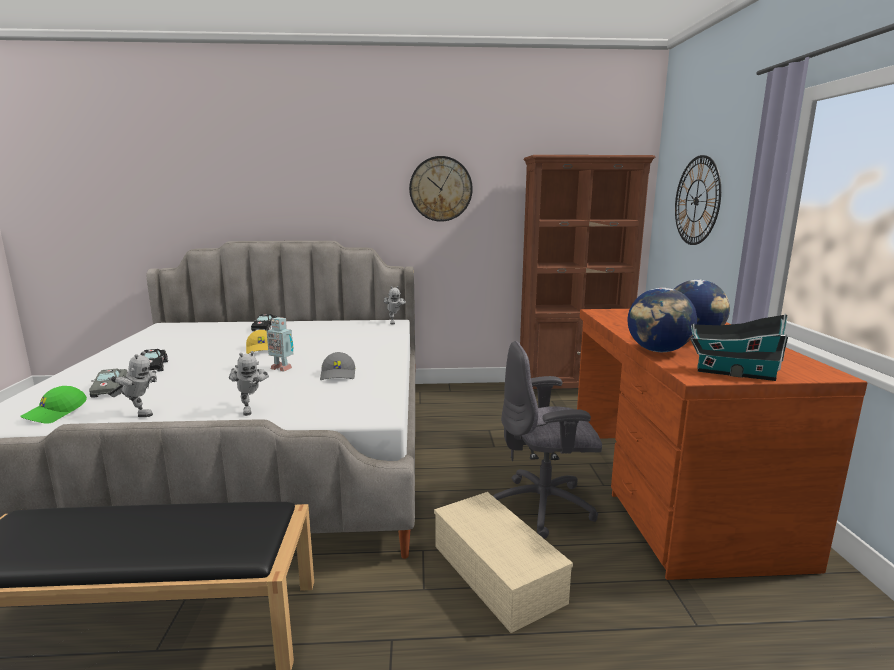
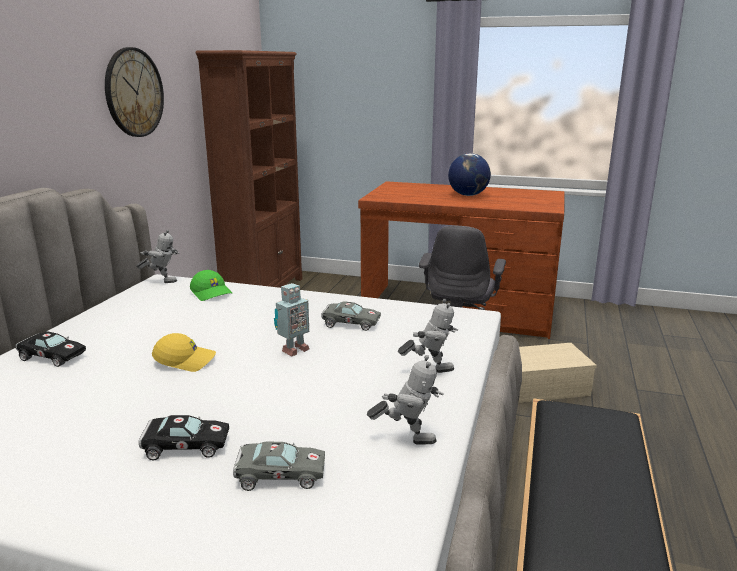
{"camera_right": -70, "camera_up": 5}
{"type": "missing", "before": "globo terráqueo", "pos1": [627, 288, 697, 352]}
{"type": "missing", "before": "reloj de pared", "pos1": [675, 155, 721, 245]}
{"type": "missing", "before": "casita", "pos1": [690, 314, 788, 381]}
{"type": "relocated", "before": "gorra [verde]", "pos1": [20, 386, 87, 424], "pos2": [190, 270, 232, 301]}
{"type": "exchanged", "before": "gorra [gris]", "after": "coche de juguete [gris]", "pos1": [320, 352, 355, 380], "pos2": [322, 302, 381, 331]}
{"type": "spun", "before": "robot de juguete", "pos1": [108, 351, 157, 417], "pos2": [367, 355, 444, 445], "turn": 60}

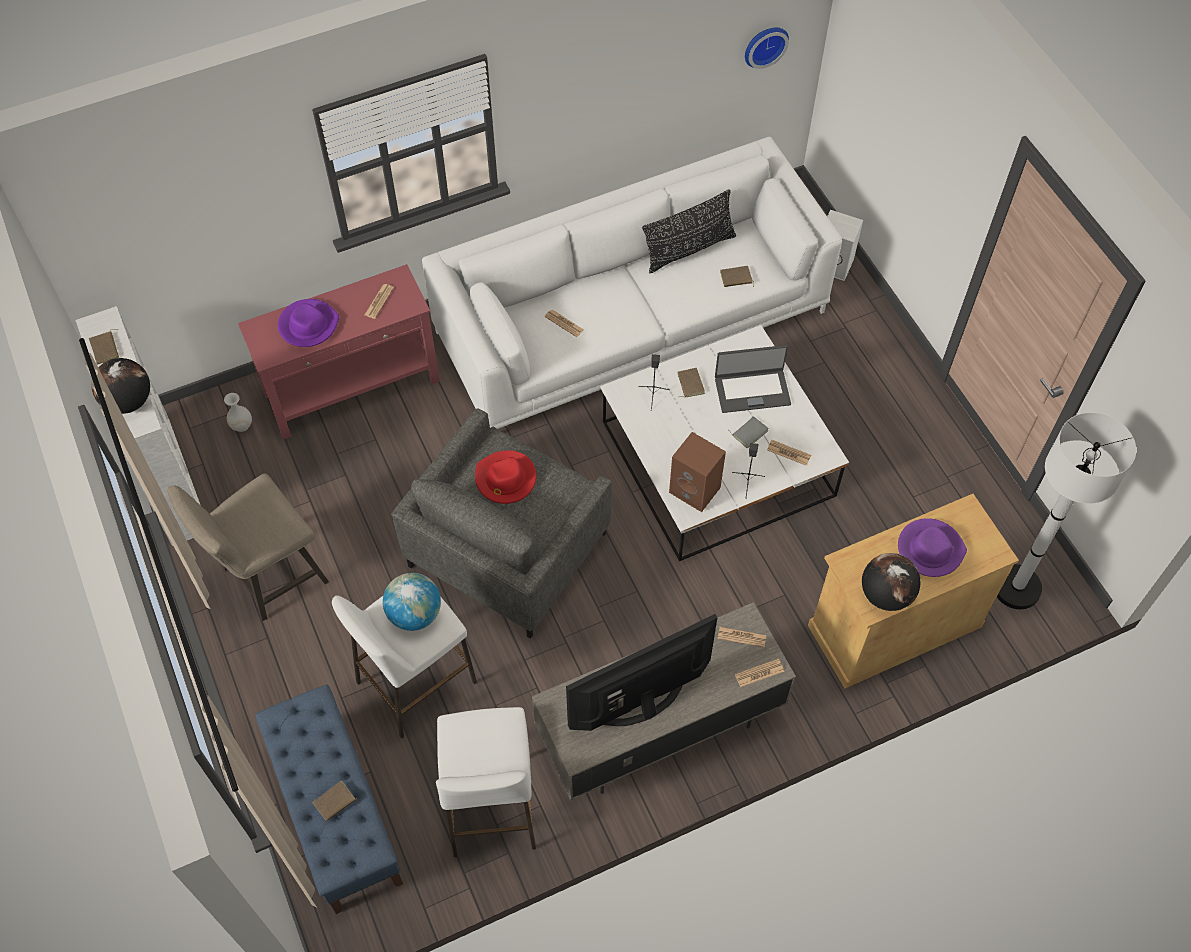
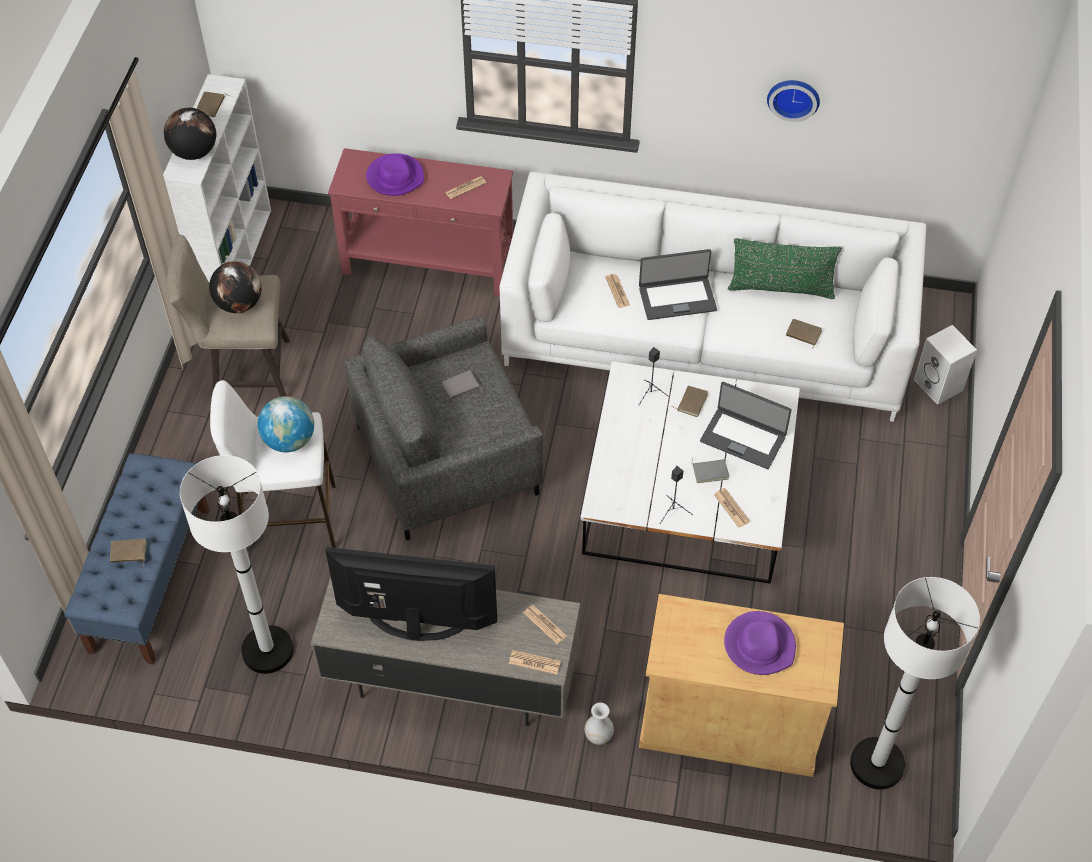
{"camera_right": 35, "camera_up": -5}
{"type": "missing", "before": "altavoz [marrón]", "pos1": [669, 432, 726, 512]}
{"type": "appeared", "after": "portátil", "pos2": [639, 249, 717, 320]}
{"type": "relocated", "before": "florero [blanco]", "pos1": [224, 393, 252, 432], "pos2": [585, 702, 614, 745]}
{"type": "relocated", "before": "reloj de pared", "pos1": [745, 27, 789, 69], "pos2": [767, 80, 820, 122]}
{"type": "relocated", "before": "globo terráqueo", "pos1": [862, 553, 920, 611], "pos2": [209, 261, 262, 313]}
{"type": "exchanged", "before": "taburete [blanco]", "after": "lámpara de pie [blanco]", "pos1": [436, 707, 536, 857], "pos2": [180, 455, 294, 674]}
{"type": "exchanged", "before": "sombrero [rojo]", "after": "libro [gris]", "pos1": [475, 450, 536, 504], "pos2": [442, 370, 482, 399]}
{"type": "colour", "before": "cojín [negro]", "after": "cojín [verde]", "pos1": [642, 189, 736, 273], "pos2": [728, 238, 842, 299]}

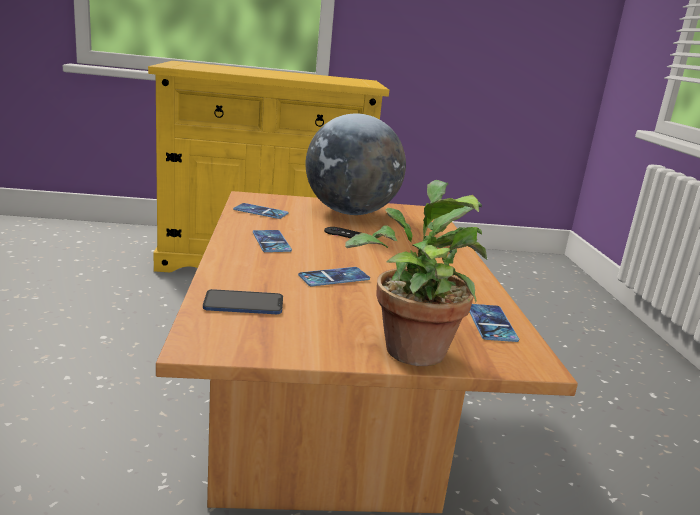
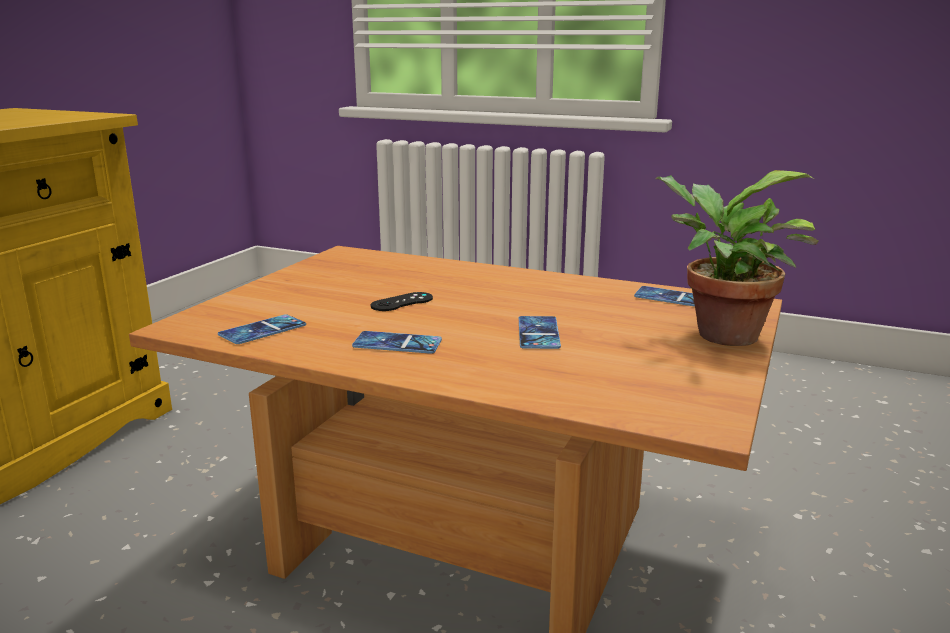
{"camera_right": -60, "camera_up": 0}
{"type": "missing", "before": "móvil", "pos1": [203, 289, 283, 314]}
{"type": "missing", "before": "globo terráqueo", "pos1": [306, 114, 406, 215]}

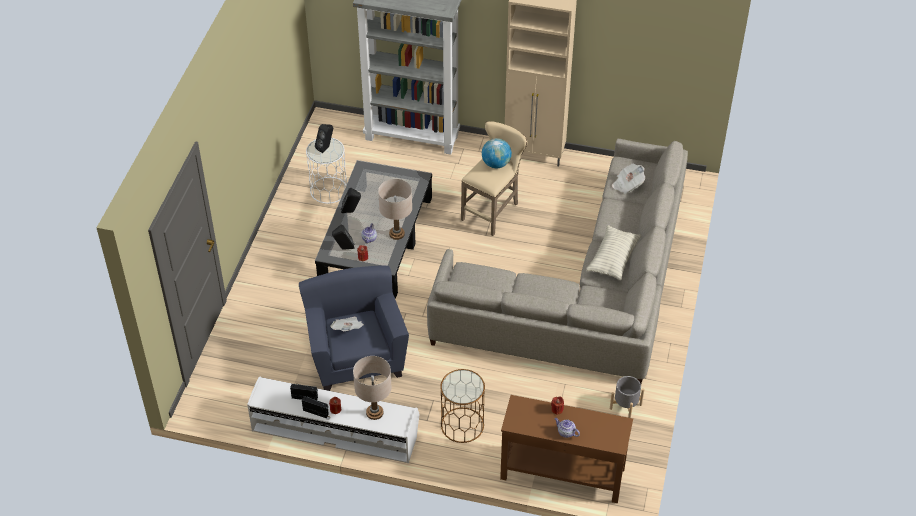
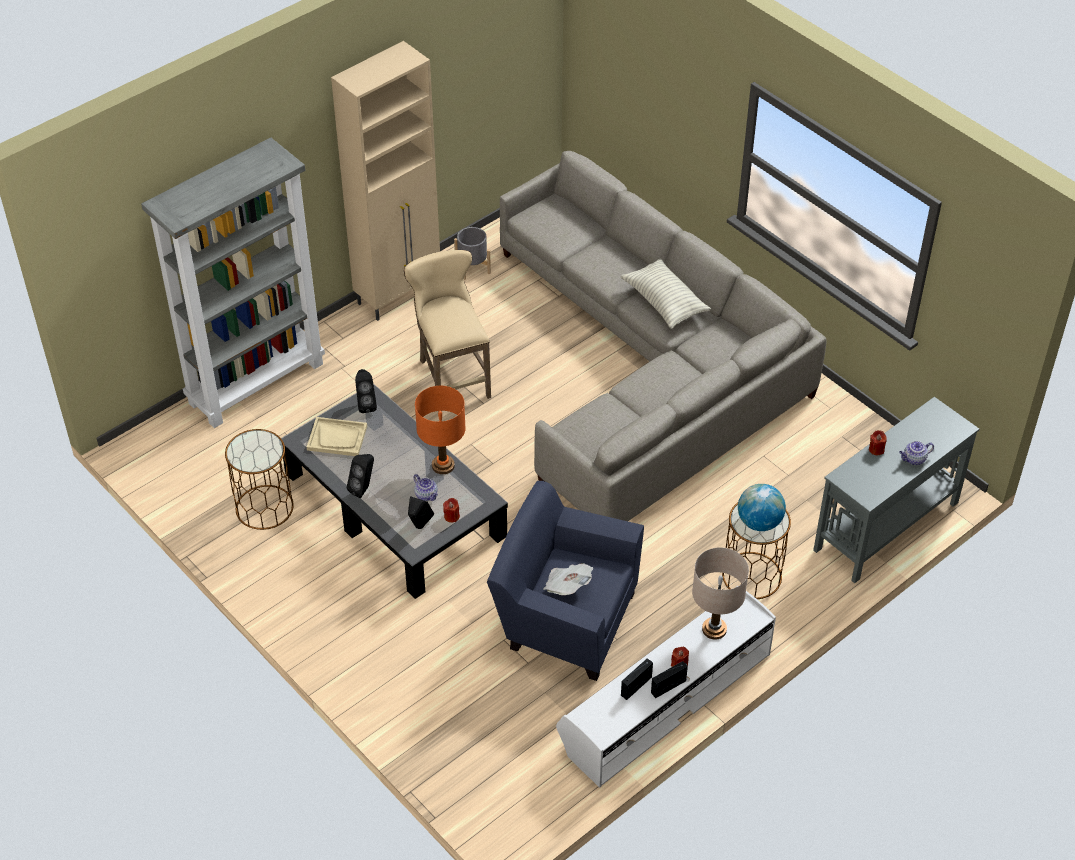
{"camera_right": -55, "camera_up": 0}
{"type": "missing", "before": "periódico", "pos1": [612, 163, 645, 194]}
{"type": "appeared", "after": "bandeja [beis]", "pos2": [307, 417, 367, 456]}
{"type": "relocated", "before": "altavoz [negro]", "pos1": [315, 124, 333, 153], "pos2": [355, 369, 377, 413]}
{"type": "relocated", "before": "globo terráqueo", "pos1": [482, 138, 512, 168], "pos2": [738, 484, 786, 531]}
{"type": "relocated", "before": "maceta [gris]", "pos1": [610, 376, 645, 418], "pos2": [454, 227, 491, 280]}
{"type": "colour", "before": "mesa auxiliar [blanco]", "after": "mesa auxiliar [marrón]", "pos1": [306, 138, 347, 204], "pos2": [225, 429, 294, 530]}
{"type": "colour", "before": "lámpara de mesa [beis]", "after": "lámpara de mesa [naranja]", "pos1": [378, 179, 412, 240], "pos2": [415, 386, 466, 474]}
{"type": "colour", "before": "mesa consola [marrón]", "after": "mesa consola [gris]", "pos1": [500, 395, 633, 503], "pos2": [813, 397, 979, 583]}

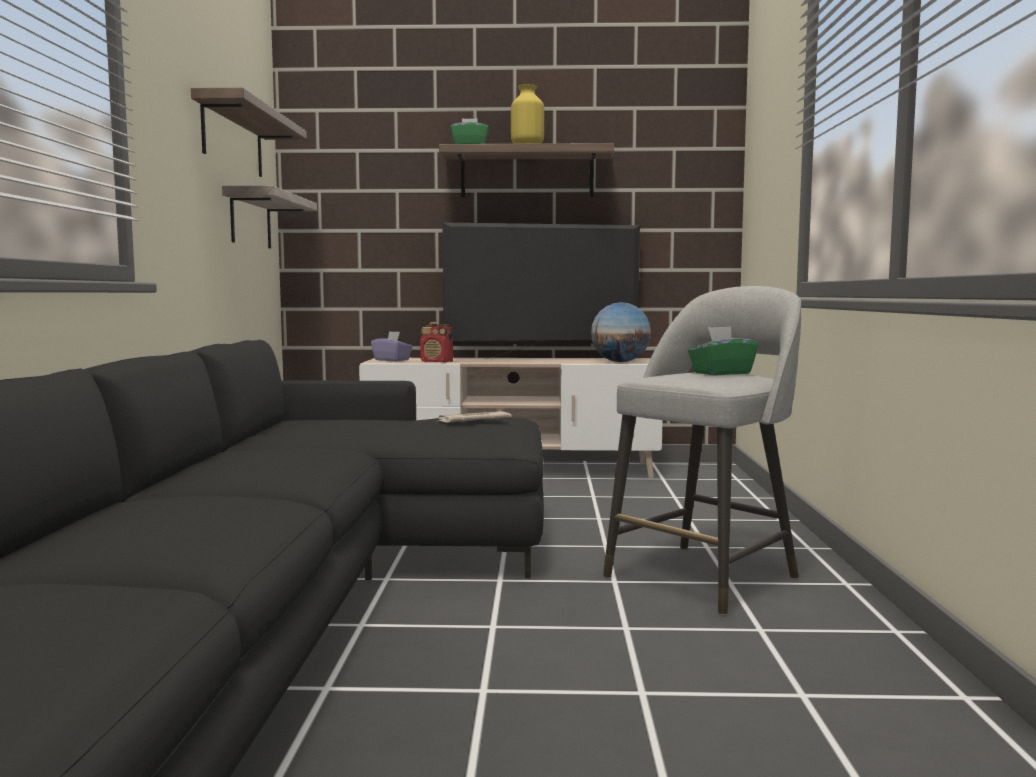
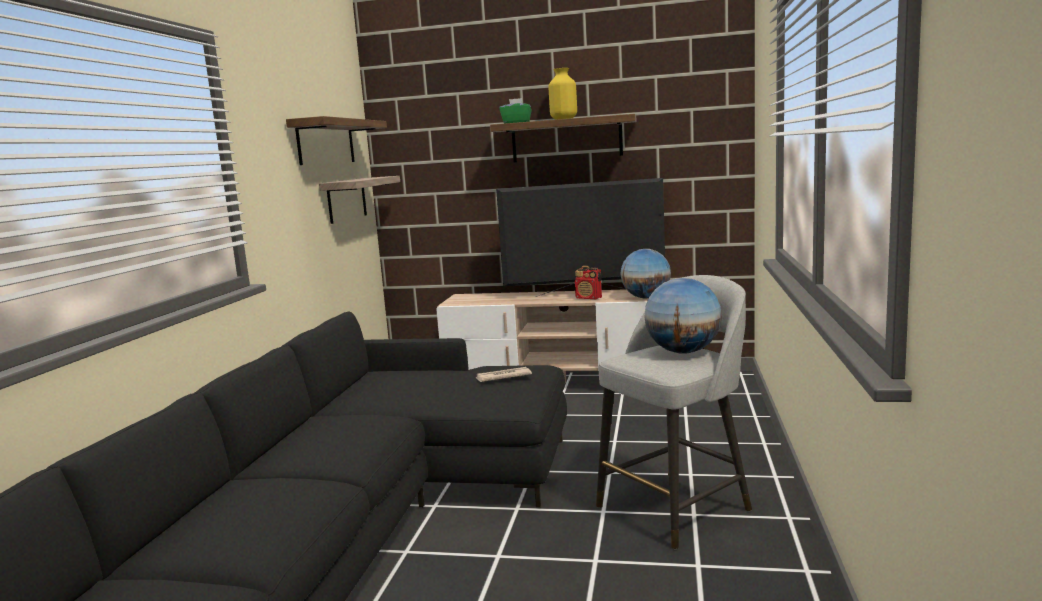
{"camera_right": 10, "camera_up": 5}
{"type": "missing", "before": "caja de pañuelos [morado]", "pos1": [371, 331, 413, 362]}
{"type": "relocated", "before": "radio", "pos1": [420, 322, 453, 363], "pos2": [575, 266, 602, 299]}
{"type": "exchanged", "before": "caja de pañuelos [verde]", "after": "globo terráqueo", "pos1": [688, 326, 758, 375], "pos2": [645, 278, 722, 354]}

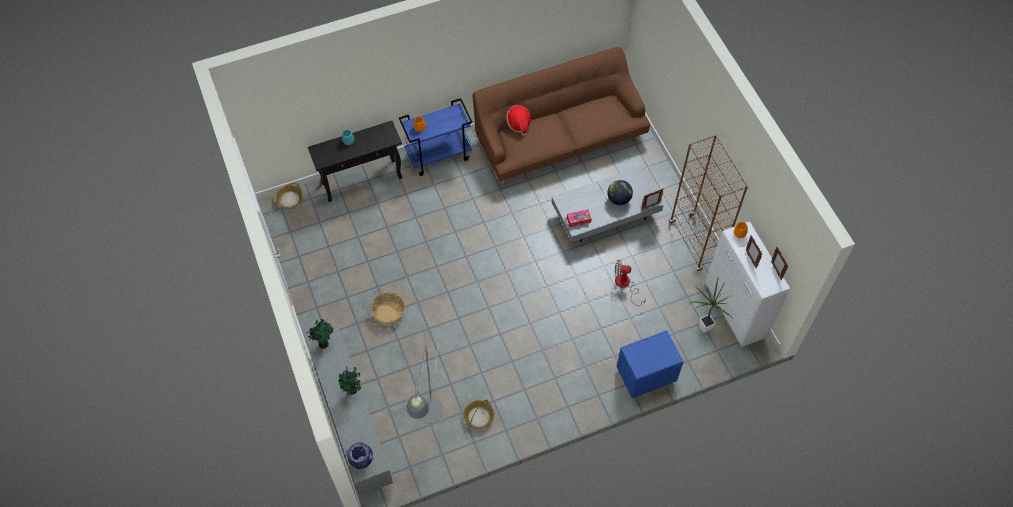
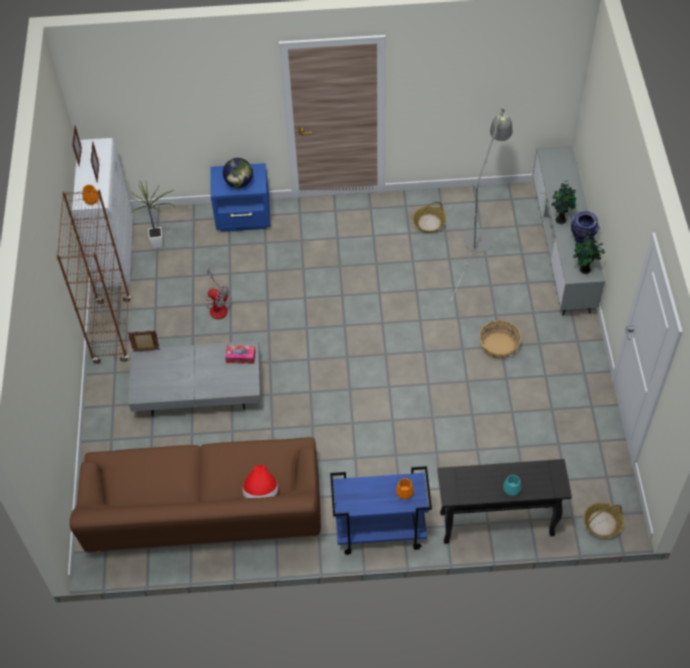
{"camera_right": -160, "camera_up": -5}
{"type": "relocated", "before": "florero", "pos1": [345, 442, 373, 469], "pos2": [571, 211, 600, 243]}
{"type": "relocated", "before": "globo terráqueo", "pos1": [607, 180, 633, 205], "pos2": [223, 158, 253, 188]}

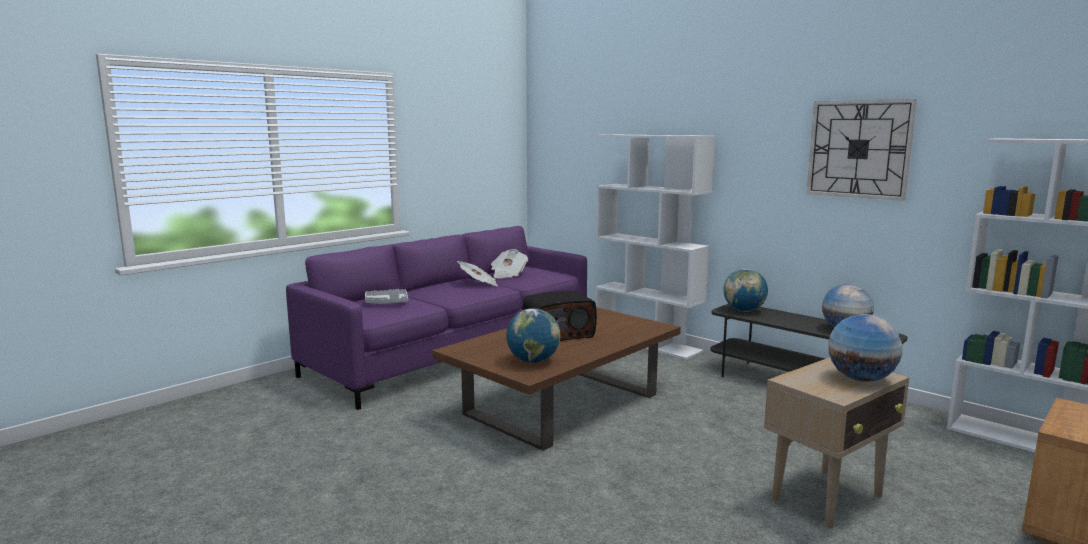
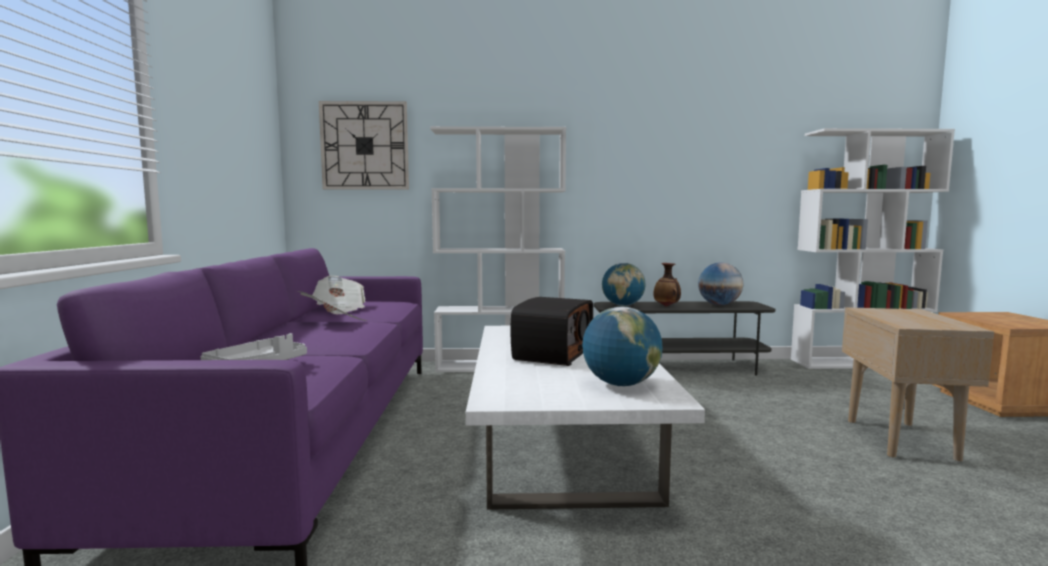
{"camera_right": -45, "camera_up": -5}
{"type": "missing", "before": "globo terráqueo", "pos1": [828, 314, 902, 382]}
{"type": "appeared", "after": "florero", "pos2": [653, 263, 681, 307]}
{"type": "relocated", "before": "reloj de pared", "pos1": [806, 99, 917, 201], "pos2": [319, 101, 409, 190]}
{"type": "colour", "before": "mesa de centro [marrón]", "after": "mesa de centro [blanco]", "pos1": [432, 307, 681, 451], "pos2": [466, 326, 705, 510]}

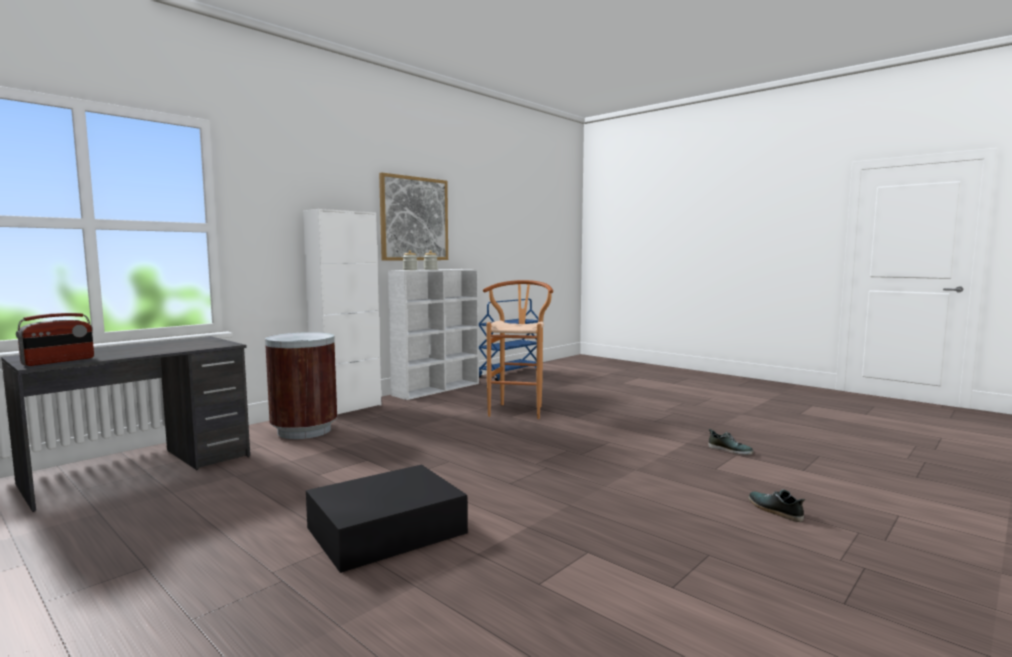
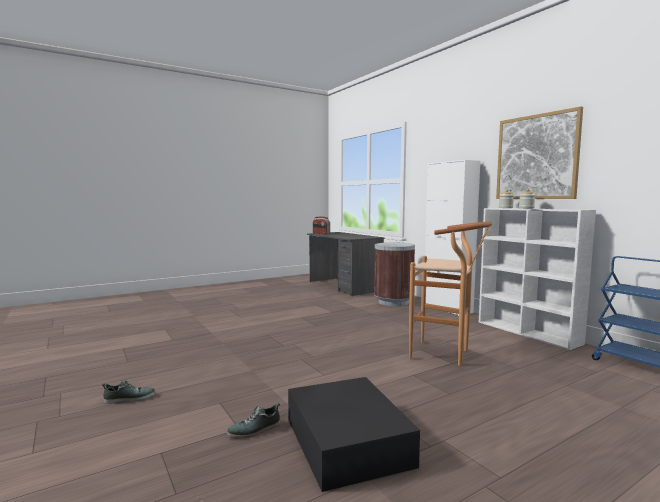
{"camera_right": 105, "camera_up": 0}
{"type": "relocated", "before": "caja de almacenaje [negro]", "pos1": [306, 464, 468, 573], "pos2": [288, 377, 420, 492]}

